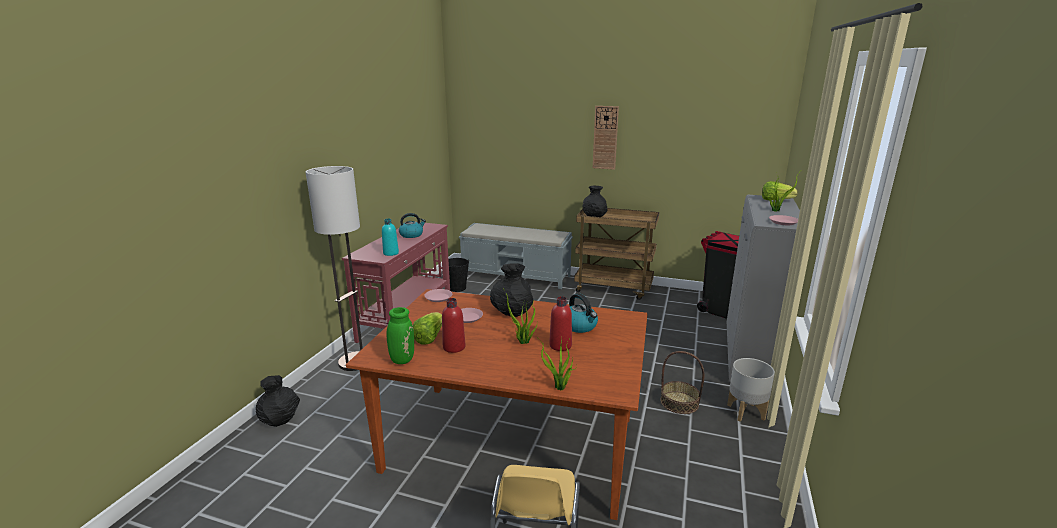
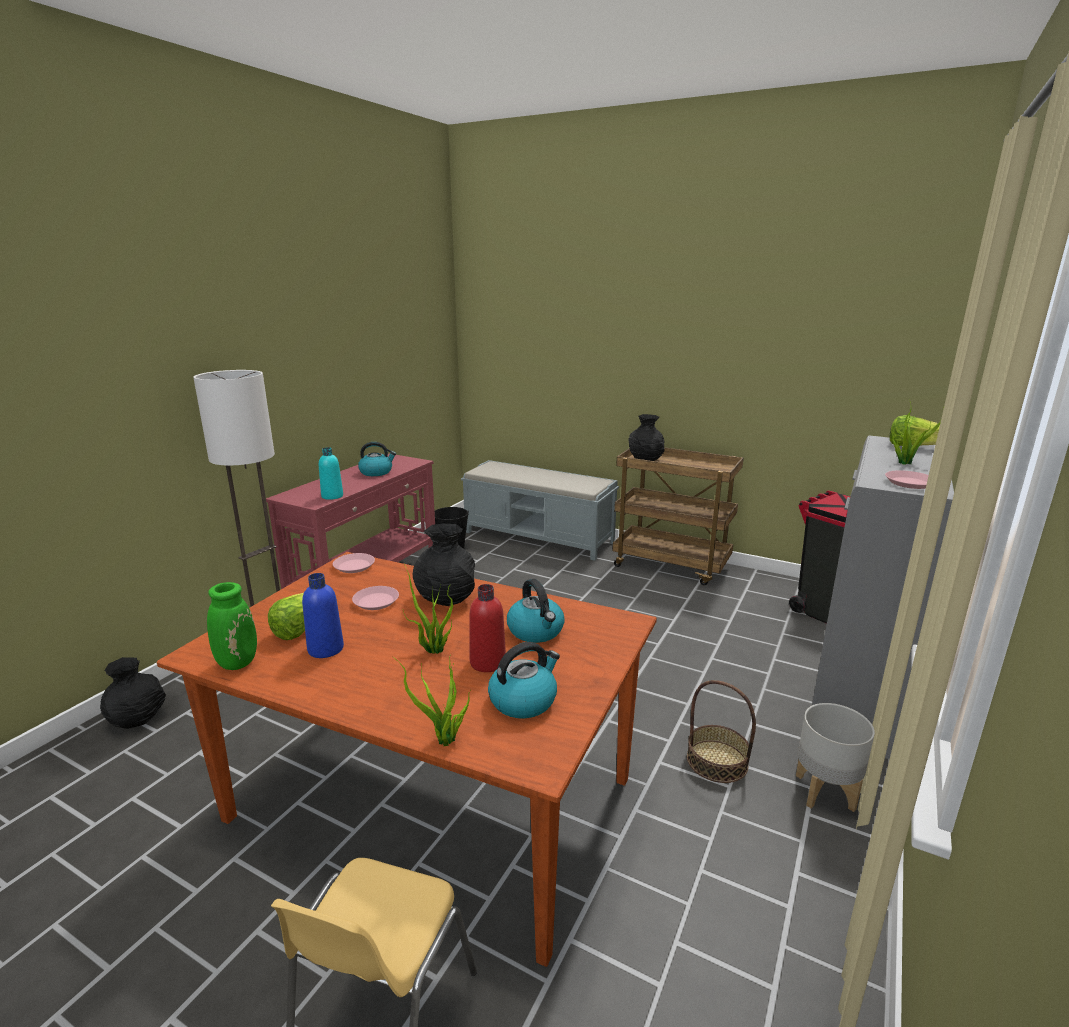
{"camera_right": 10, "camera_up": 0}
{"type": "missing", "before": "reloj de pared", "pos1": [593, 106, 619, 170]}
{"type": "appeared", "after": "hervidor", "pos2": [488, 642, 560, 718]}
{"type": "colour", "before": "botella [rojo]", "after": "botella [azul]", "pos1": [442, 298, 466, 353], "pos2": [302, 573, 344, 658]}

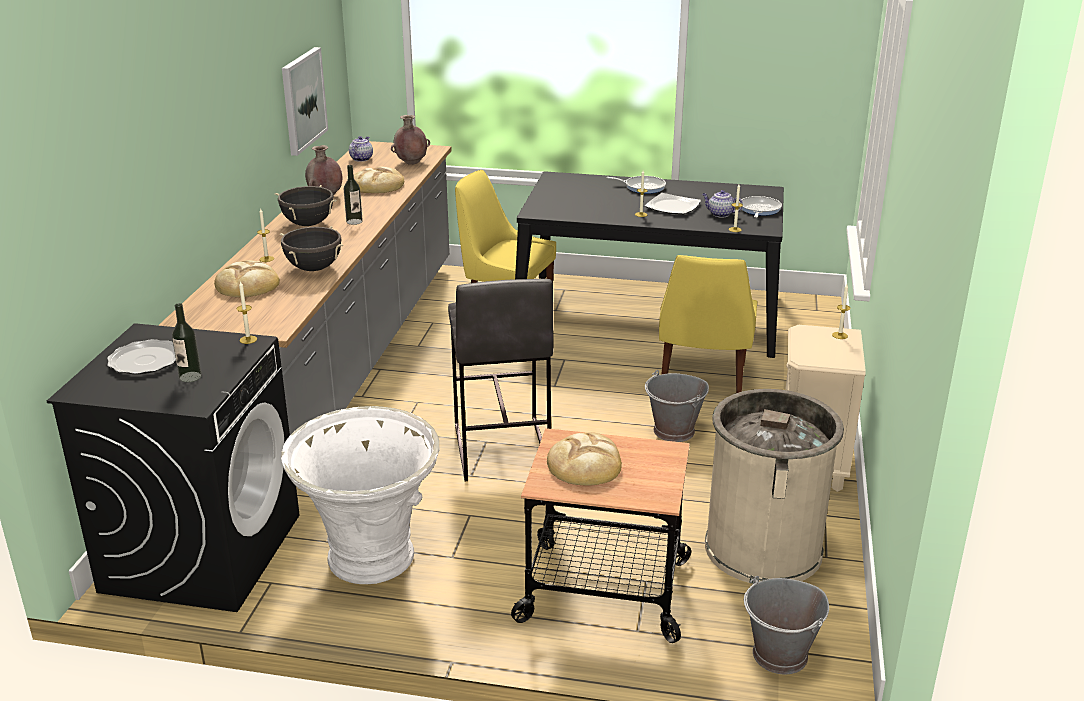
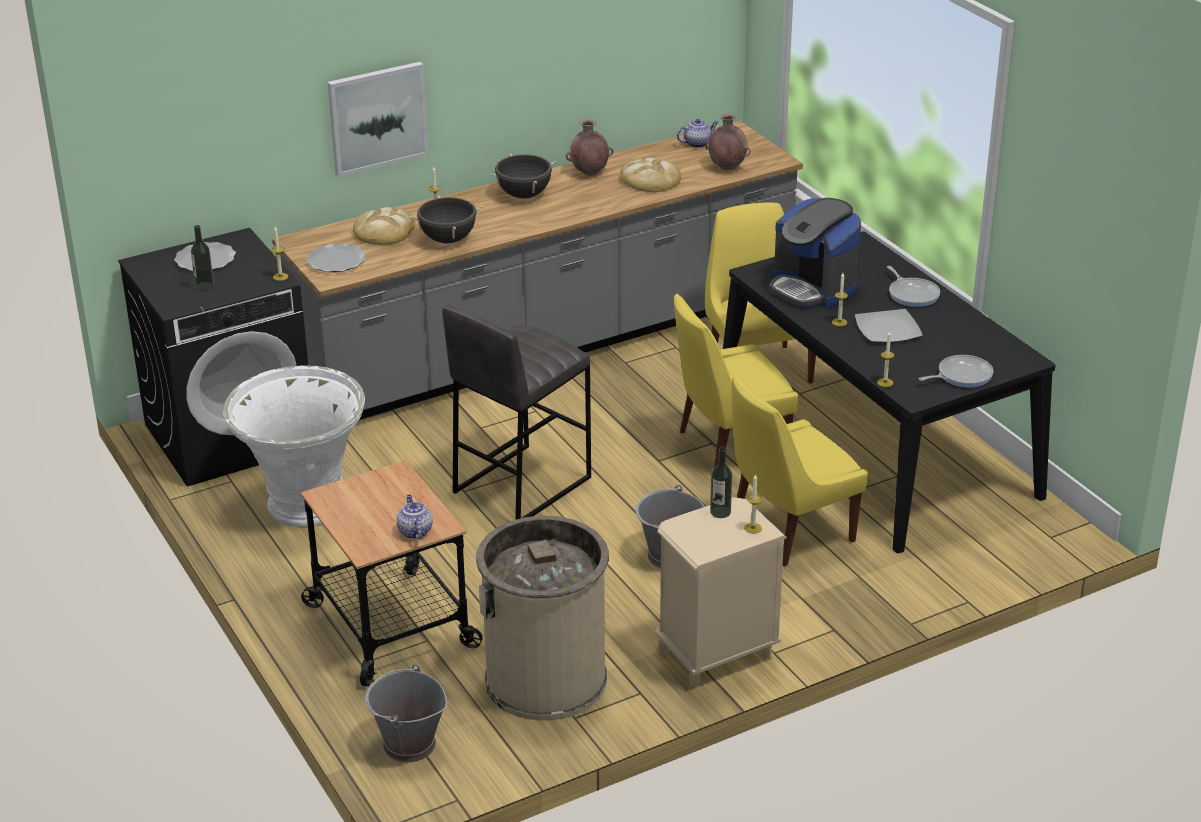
{"camera_right": 50, "camera_up": 5}
{"type": "missing", "before": "pan", "pos1": [547, 432, 622, 486]}
{"type": "appeared", "after": "plato", "pos2": [306, 243, 366, 272]}
{"type": "appeared", "after": "silla [amarillo]", "pos2": [674, 294, 798, 468]}
{"type": "appeared", "after": "cafetera", "pos2": [769, 198, 861, 308]}
{"type": "relocated", "before": "cuadro", "pos1": [282, 47, 328, 156], "pos2": [327, 62, 429, 177]}
{"type": "relocated", "before": "botella", "pos1": [344, 165, 363, 225], "pos2": [710, 447, 732, 518]}
{"type": "relocated", "before": "tetera", "pos1": [702, 190, 743, 218], "pos2": [396, 495, 433, 540]}

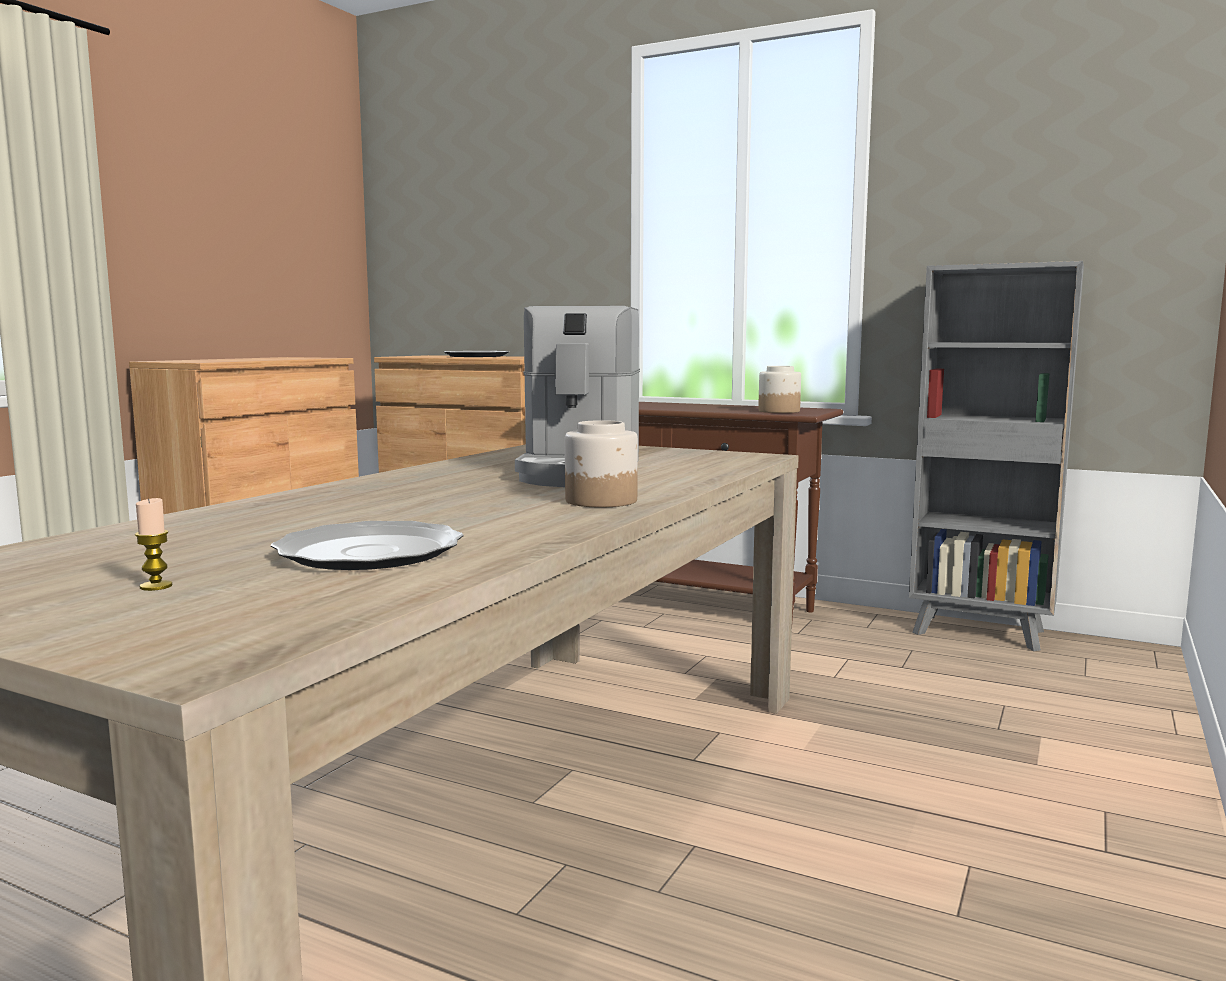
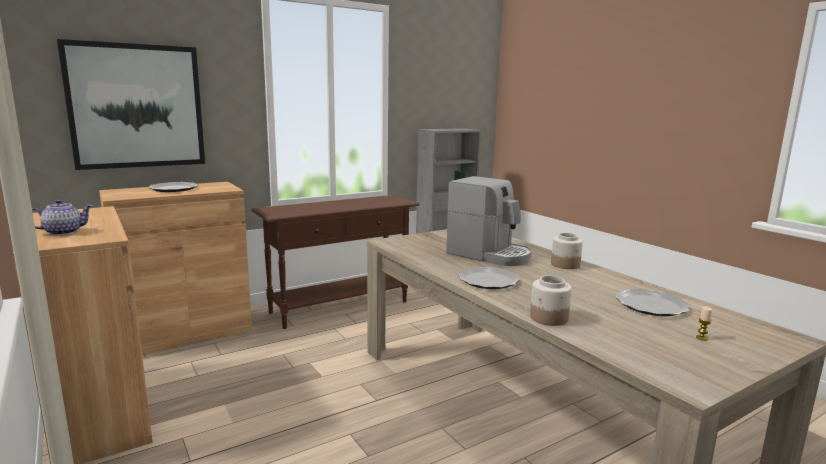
{"camera_right": -60, "camera_up": 5}
{"type": "appeared", "after": "tetera", "pos2": [32, 199, 93, 235]}
{"type": "appeared", "after": "cuadro", "pos2": [57, 39, 205, 170]}
{"type": "appeared", "after": "plato", "pos2": [458, 267, 520, 289]}
{"type": "relocated", "before": "tarro", "pos1": [758, 366, 801, 413], "pos2": [530, 276, 572, 326]}

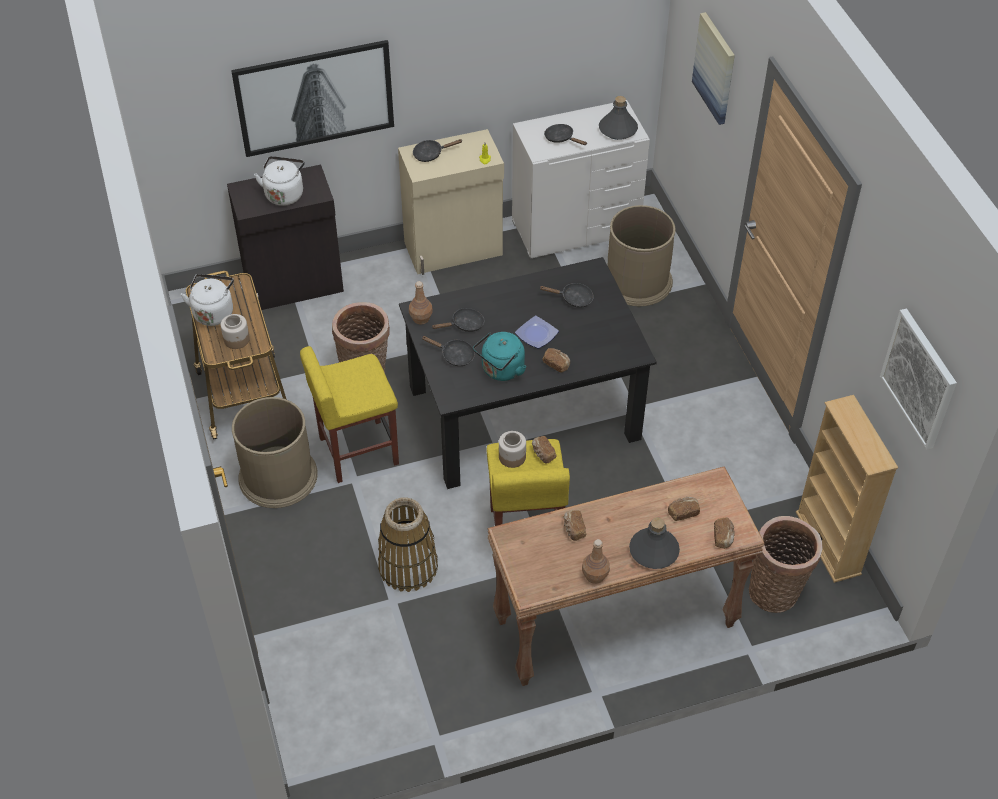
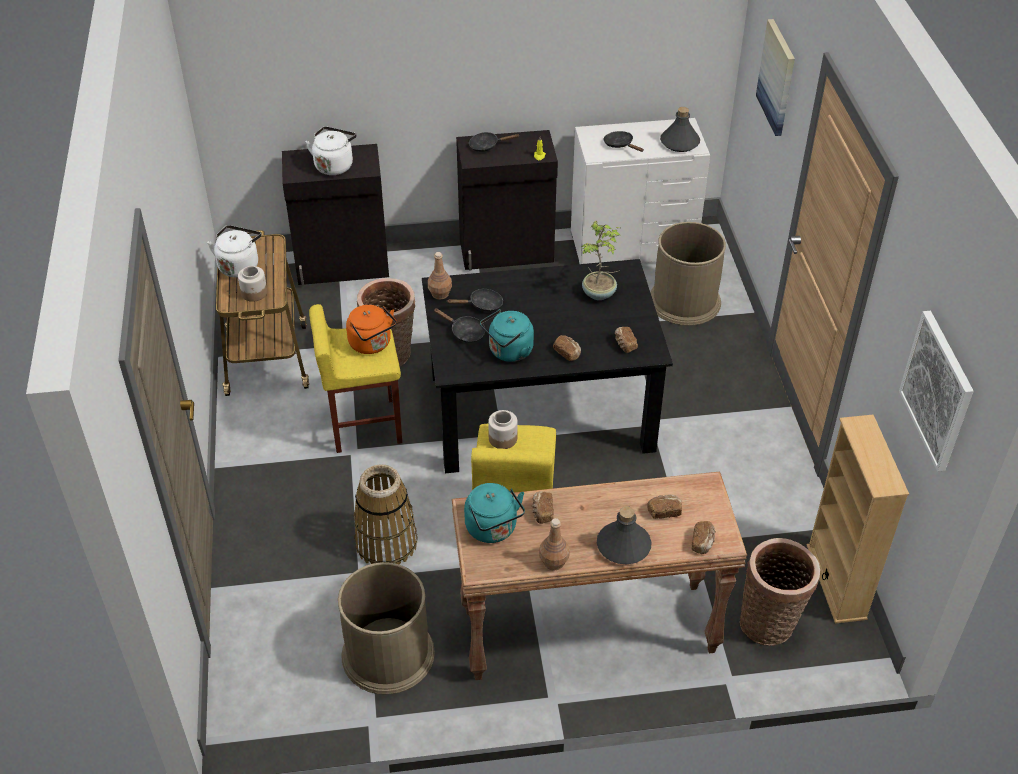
{"camera_right": 10, "camera_up": -5}
{"type": "missing", "before": "cuadro", "pos1": [231, 40, 394, 157]}
{"type": "missing", "before": "plato", "pos1": [515, 316, 559, 348]}
{"type": "appeared", "after": "hervidor [naranja]", "pos2": [346, 305, 397, 354]}
{"type": "appeared", "after": "hervidor [turquesa]", "pos2": [464, 483, 525, 543]}
{"type": "relocated", "before": "papelera [marrón]", "pos1": [232, 397, 318, 508], "pos2": [338, 562, 435, 695]}
{"type": "relocated", "before": "pan", "pos1": [532, 436, 557, 464], "pos2": [615, 327, 638, 353]}
{"type": "exchanged", "before": "sartén [negro]", "after": "planta en maceta", "pos1": [540, 283, 594, 308], "pos2": [581, 221, 620, 300]}
{"type": "colour", "before": "armario [beis]", "after": "armario [negro]", "pos1": [398, 129, 504, 275], "pos2": [456, 130, 558, 271]}

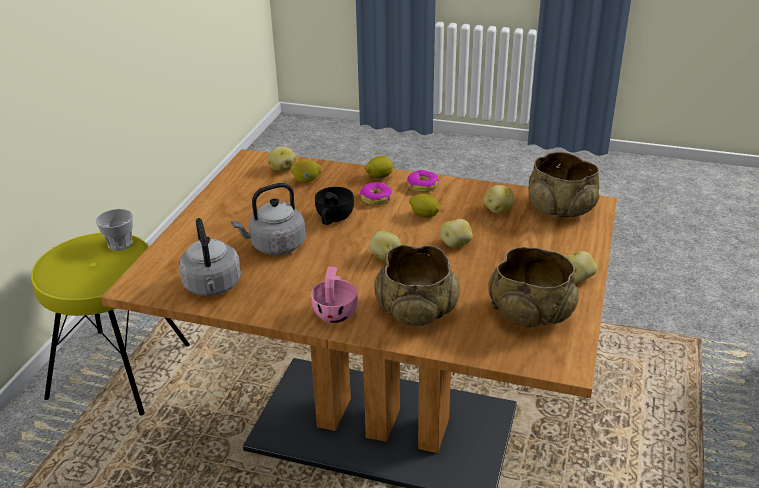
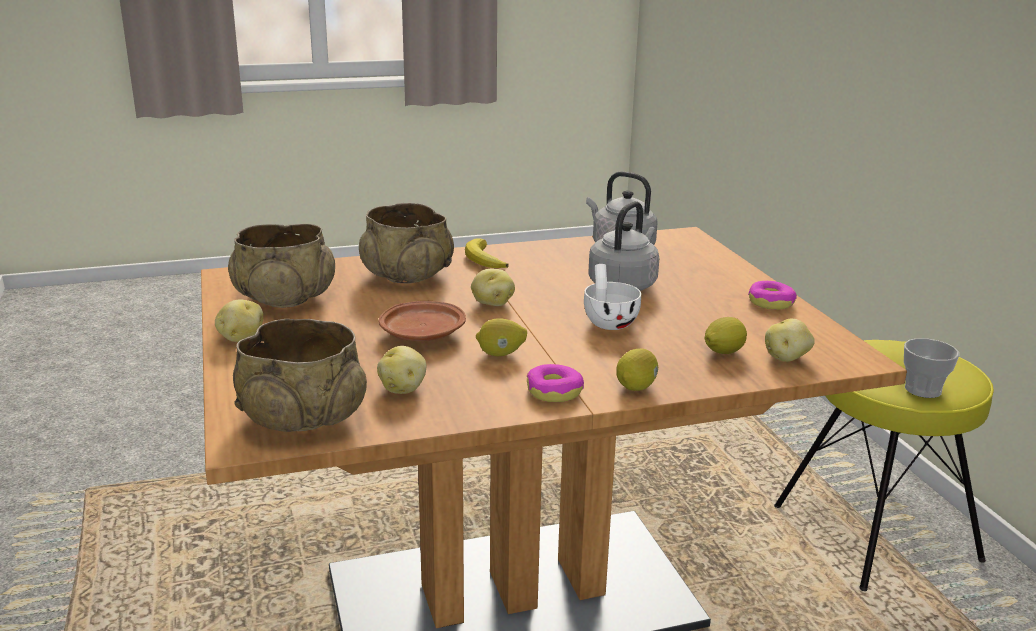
{"camera_right": 145, "camera_up": -10}
{"type": "relocated", "before": "rosquilla", "pos1": [360, 182, 393, 205], "pos2": [748, 281, 797, 310]}
{"type": "exchanged", "before": "taza [rosa]", "after": "plátano", "pos1": [311, 266, 358, 323], "pos2": [465, 238, 509, 268]}
{"type": "exchanged", "before": "patata", "after": "plato [marrón]", "pos1": [440, 219, 473, 247], "pos2": [379, 301, 466, 341]}
{"type": "colour", "before": "taza [negro]", "after": "taza [blanco]", "pos1": [315, 187, 354, 225], "pos2": [584, 264, 641, 330]}

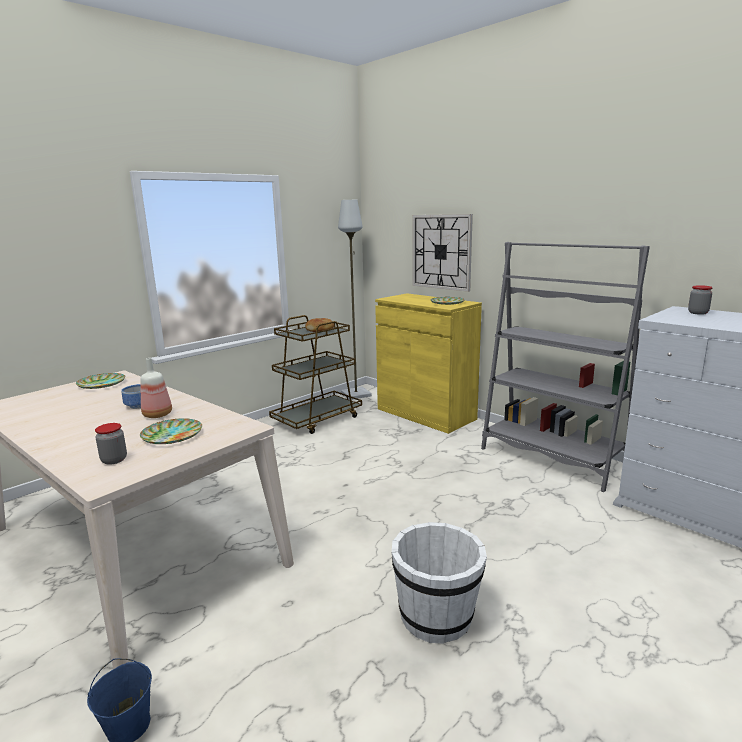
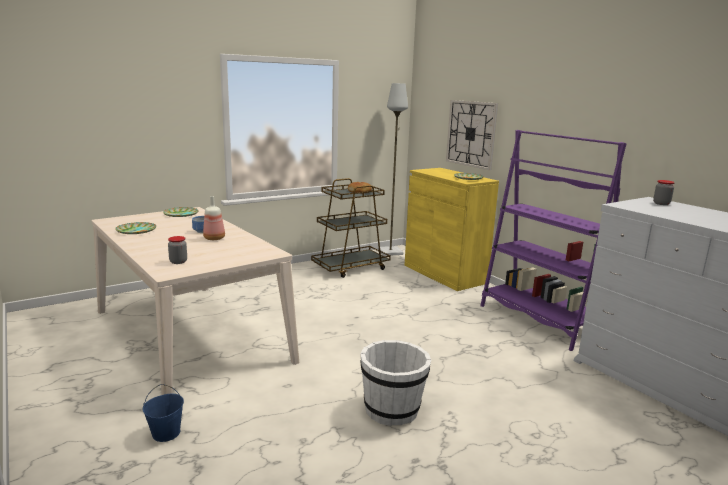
{"camera_right": 10, "camera_up": 0}
{"type": "relocated", "before": "plato", "pos1": [140, 418, 202, 444], "pos2": [115, 222, 156, 234]}
{"type": "colour", "before": "estantería [gris]", "after": "estantería [morado]", "pos1": [481, 242, 650, 492], "pos2": [480, 130, 627, 351]}

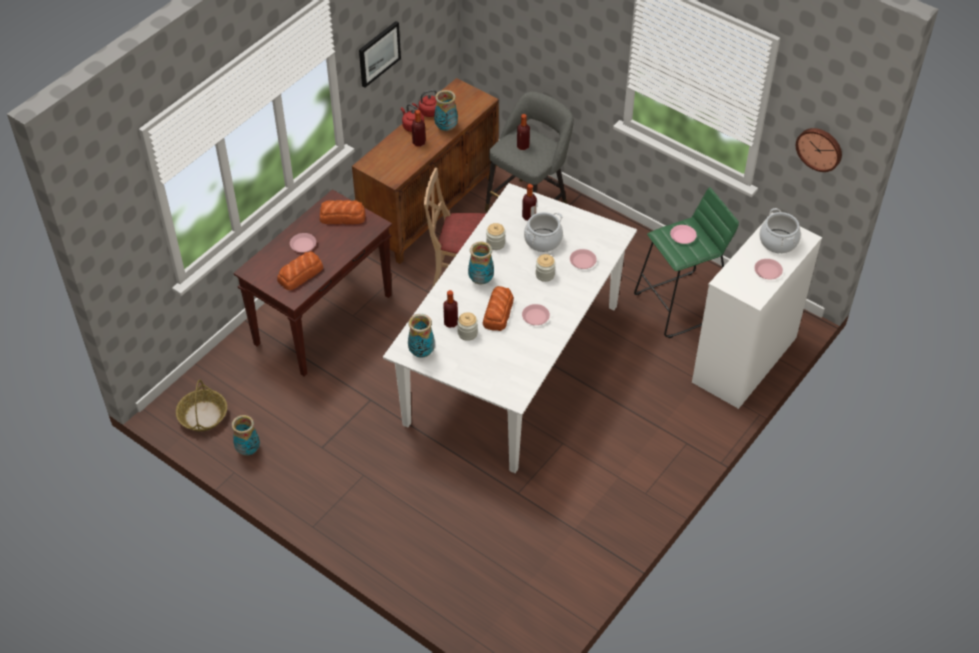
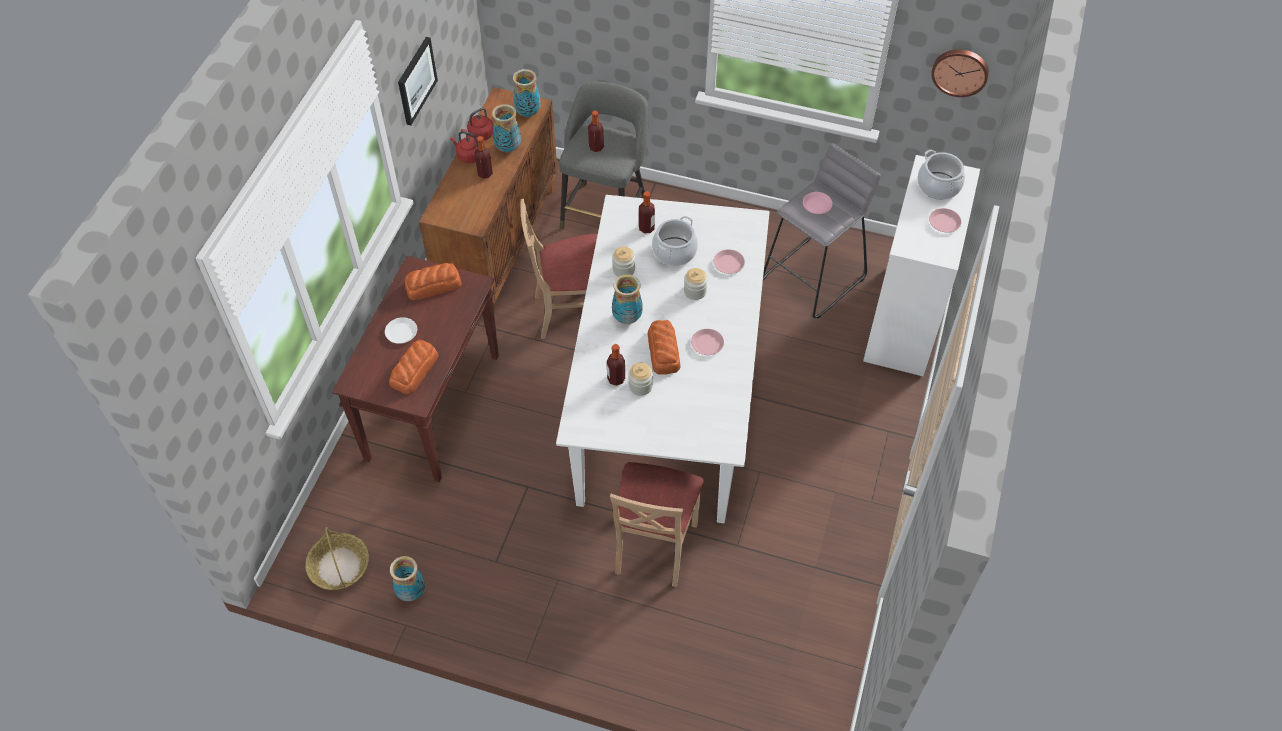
{"camera_right": -20, "camera_up": 5}
{"type": "appeared", "after": "silla [beis]", "pos2": [610, 462, 703, 587]}
{"type": "relocated", "before": "florero", "pos1": [408, 314, 435, 357], "pos2": [513, 69, 541, 117]}
{"type": "colour", "before": "plato [rosa]", "after": "plato [blanco]", "pos1": [290, 233, 316, 252], "pos2": [385, 317, 417, 344]}
{"type": "colour", "before": "taburete [verde]", "after": "taburete [gris]", "pos1": [634, 187, 739, 338], "pos2": [763, 143, 881, 319]}

